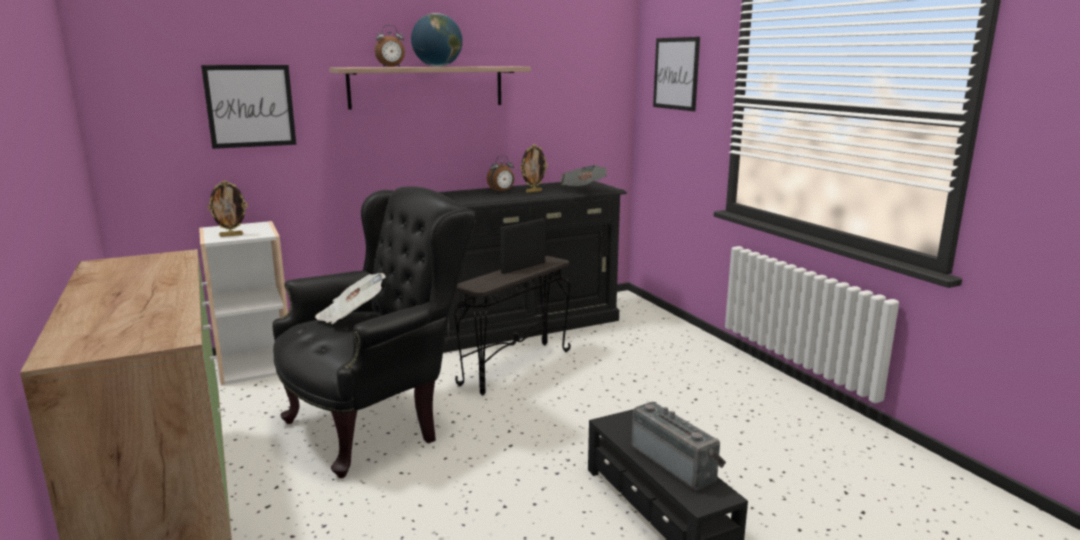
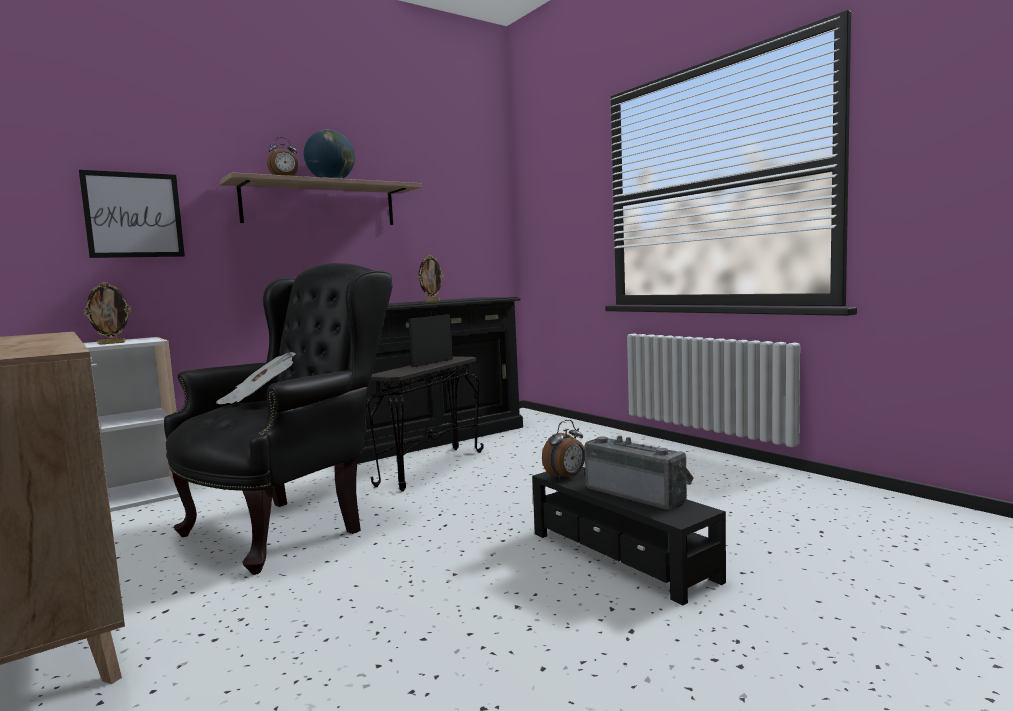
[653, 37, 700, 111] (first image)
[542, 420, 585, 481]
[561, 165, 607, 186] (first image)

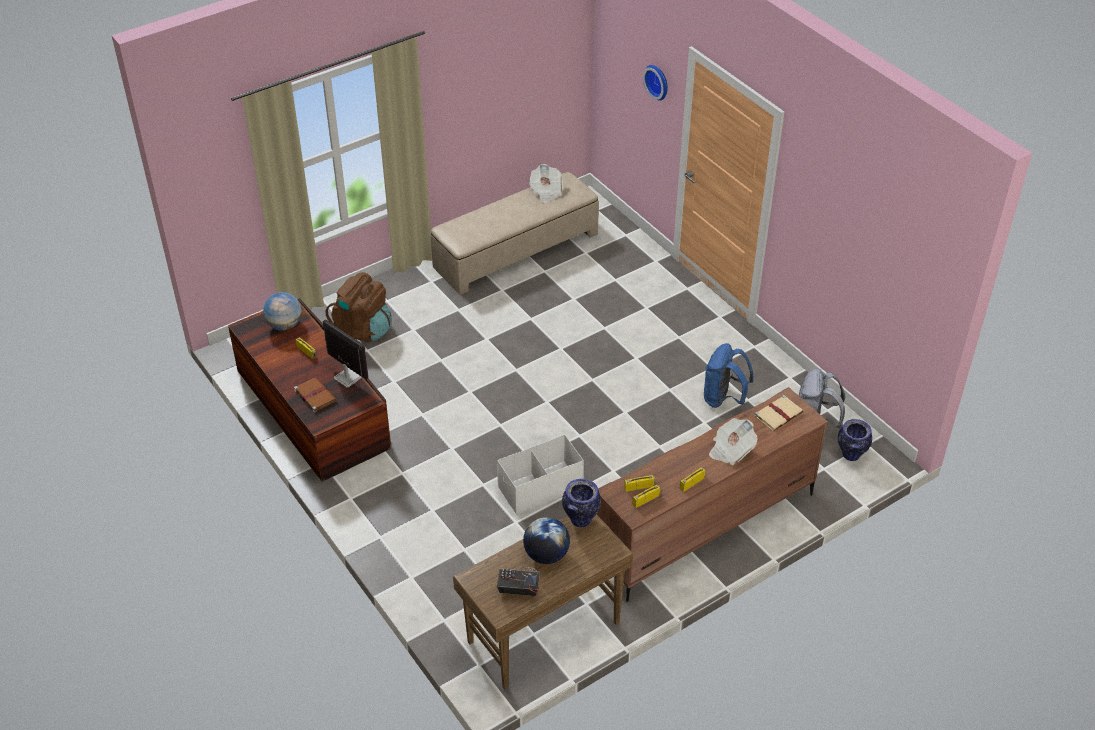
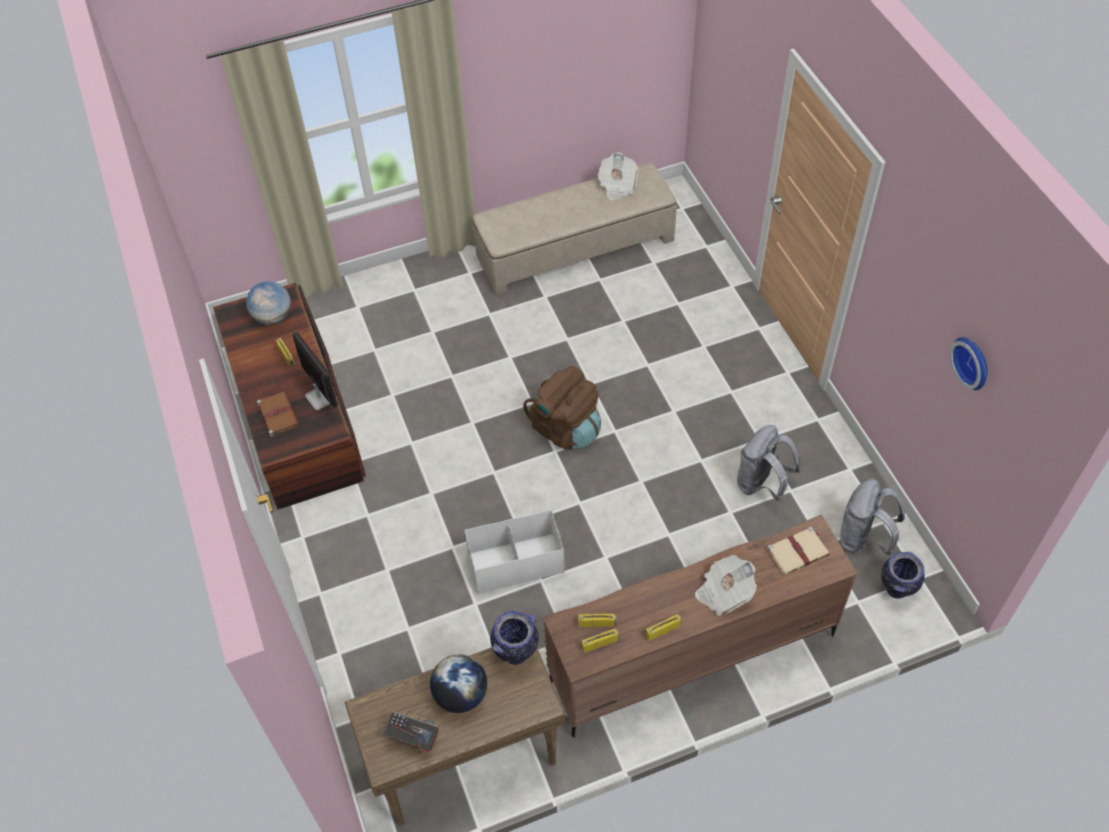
[950, 337, 987, 390]
[523, 366, 601, 450]
[737, 425, 800, 501]

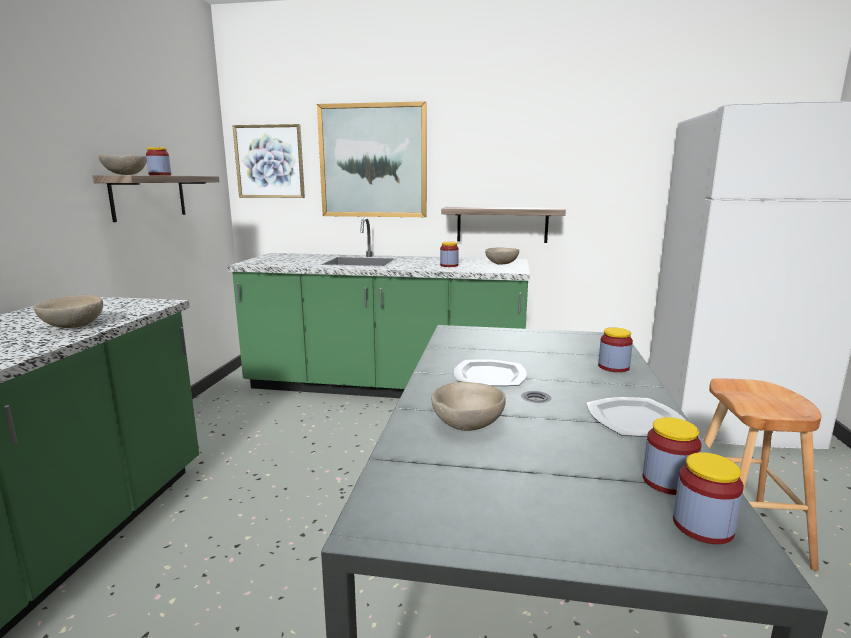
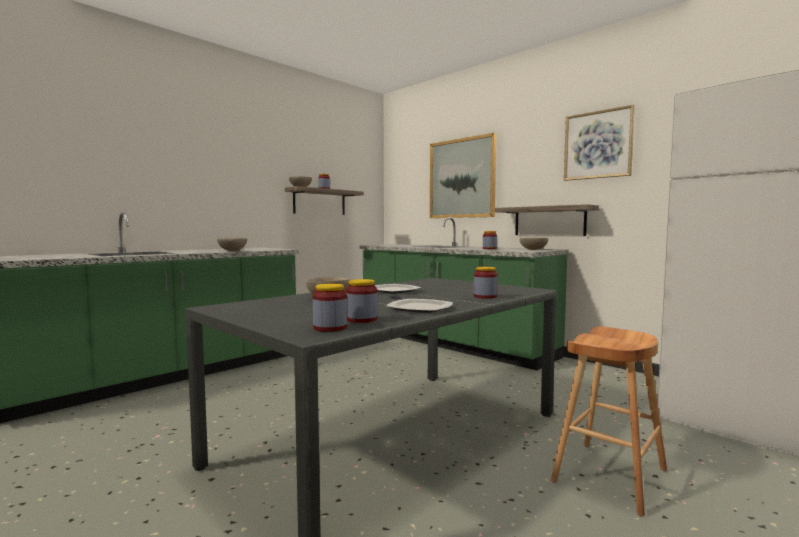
[564, 105, 635, 181]

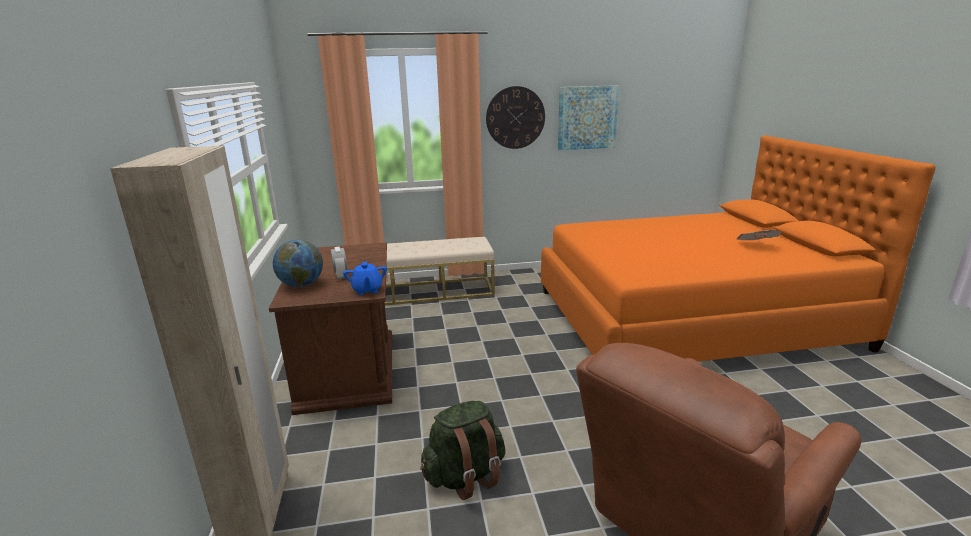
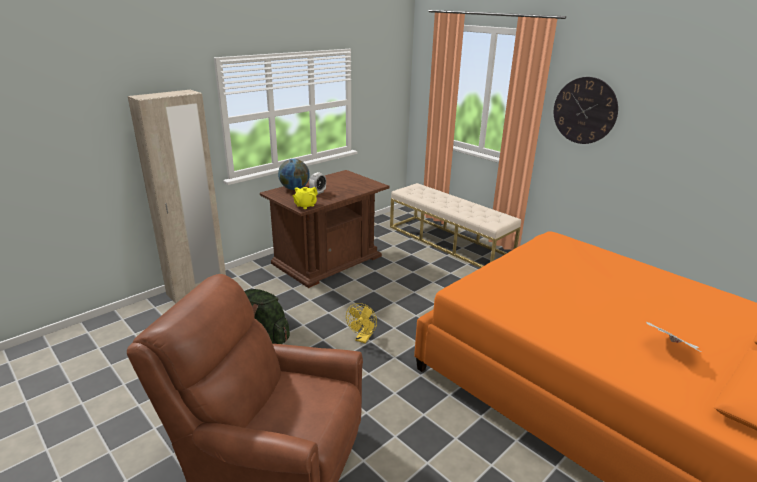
[558, 85, 619, 150] (first image)
[292, 187, 318, 209]
[346, 303, 377, 343]

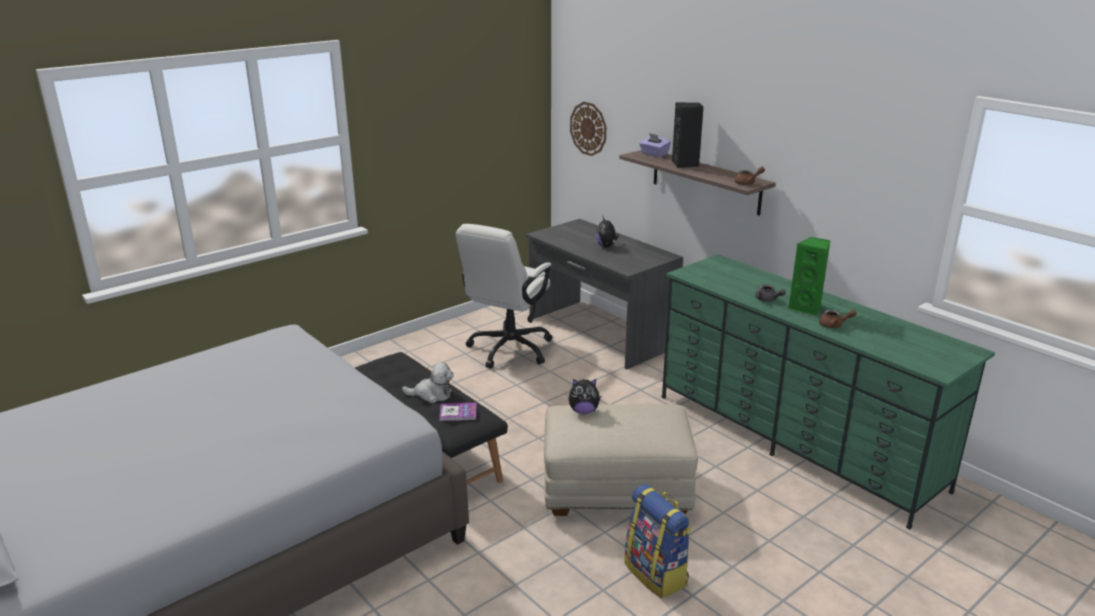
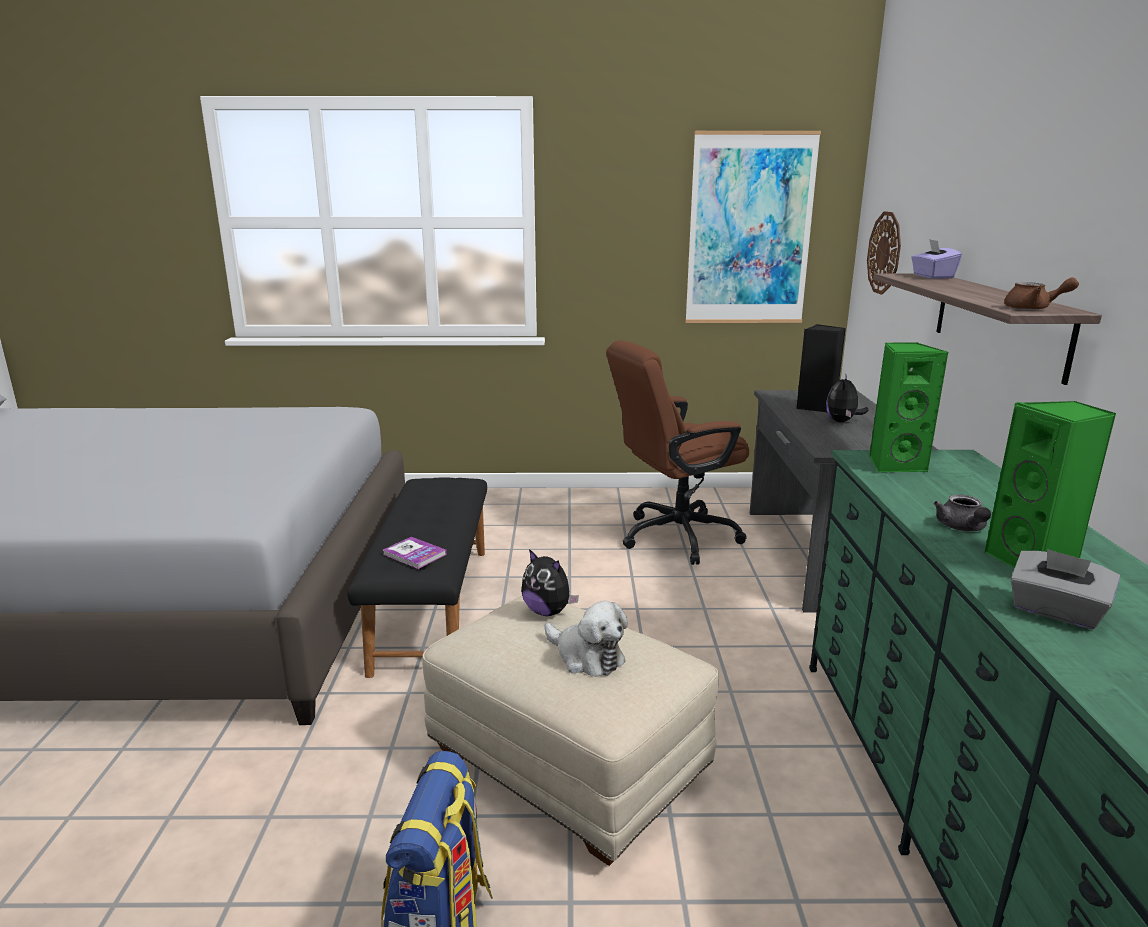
[796, 324, 846, 412]
[606, 340, 749, 565]
[1010, 549, 1120, 630]
[544, 601, 628, 677]
[685, 131, 821, 323]
[869, 342, 948, 473]

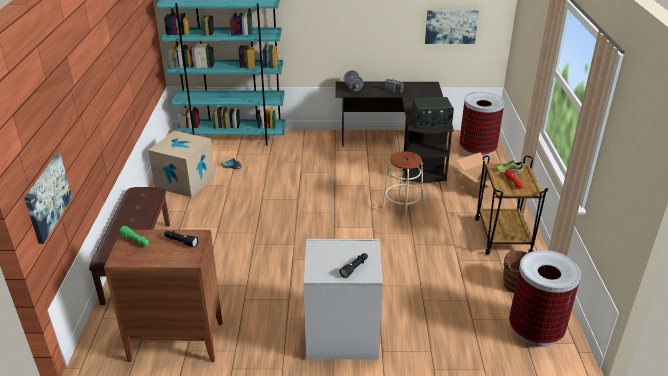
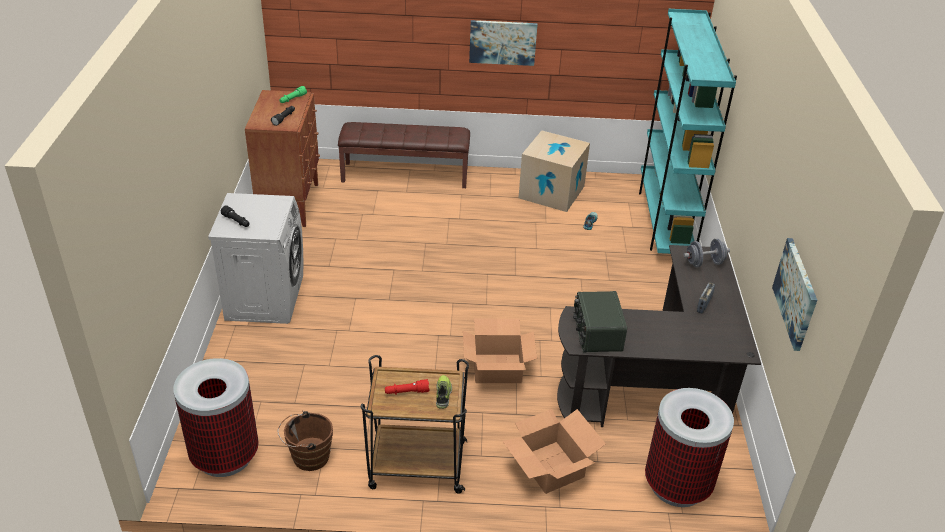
[463, 319, 537, 383]
[469, 20, 537, 66]

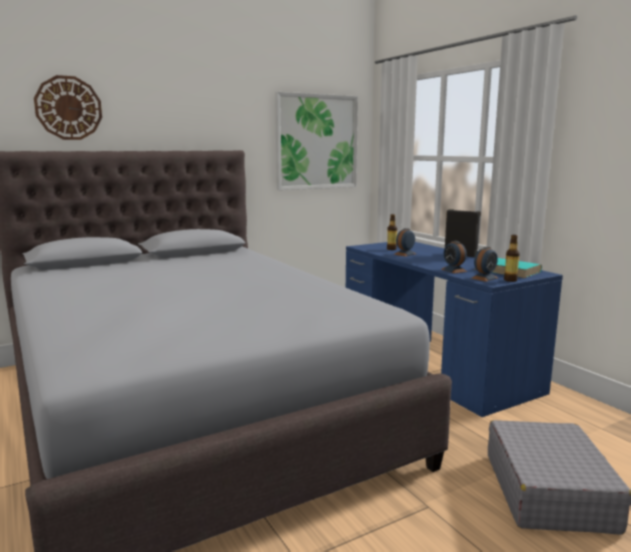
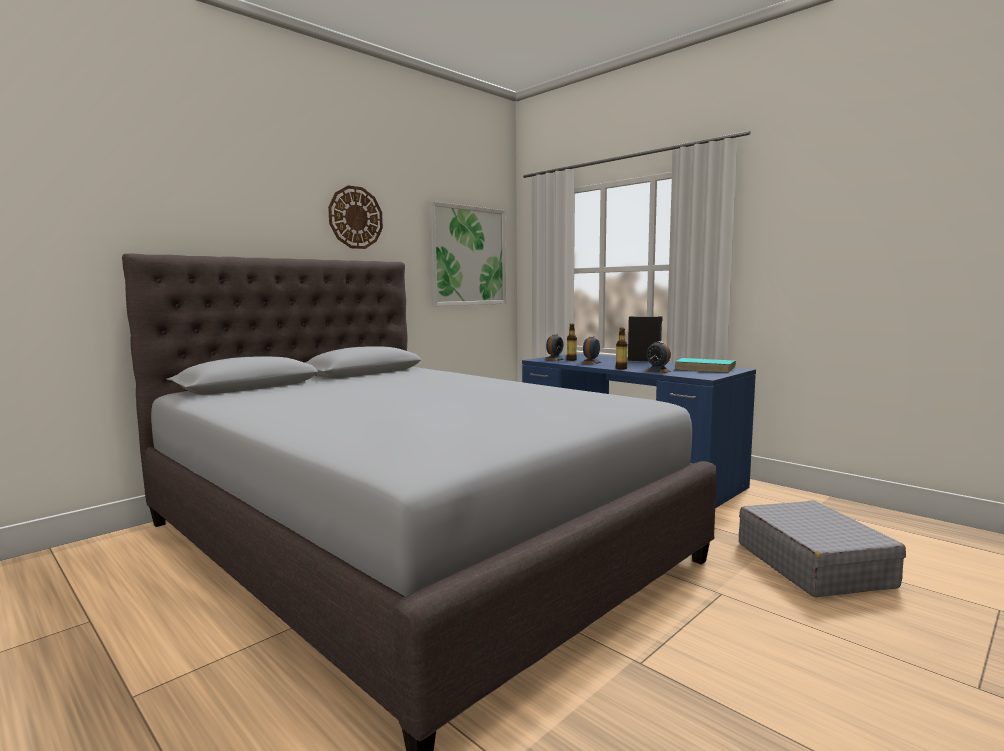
[328, 185, 383, 249]
[616, 328, 628, 370]
[545, 334, 565, 361]

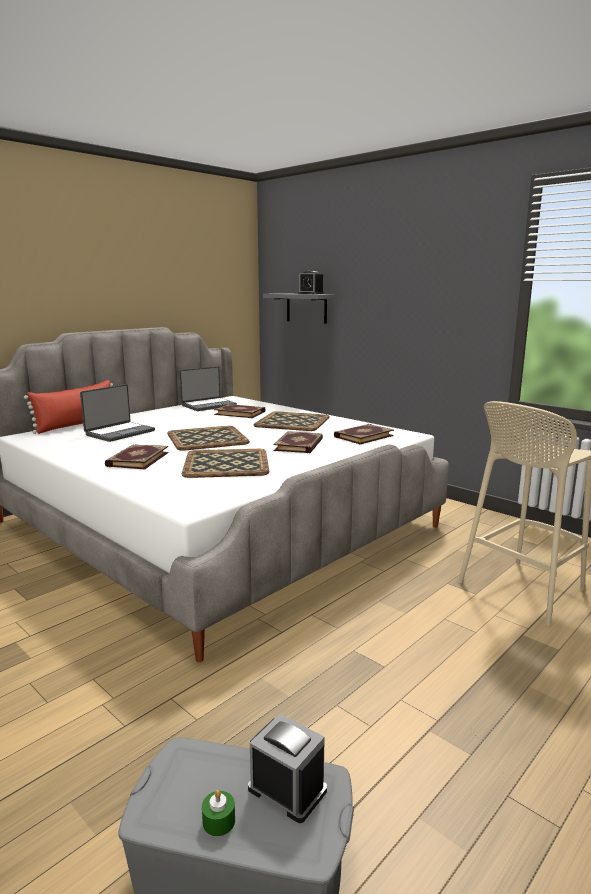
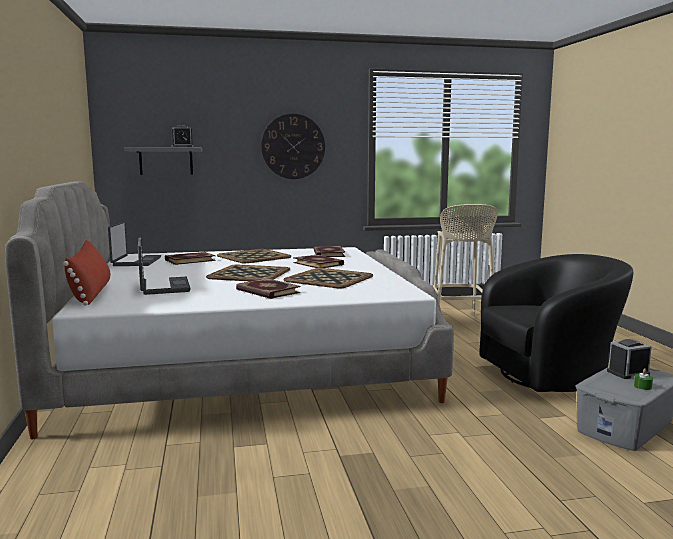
[261, 114, 325, 179]
[479, 254, 633, 392]

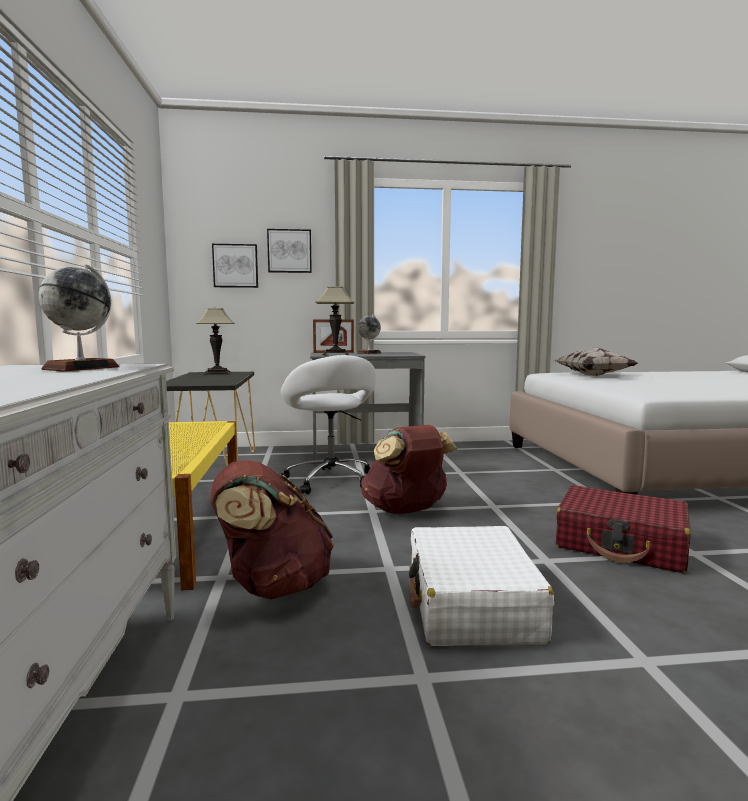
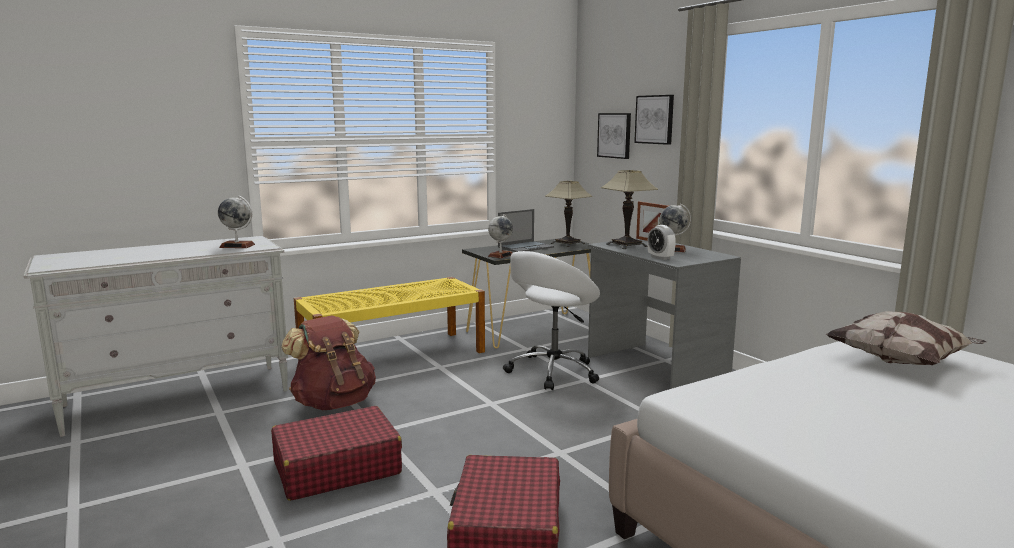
[361, 425, 457, 514] (first image)
[271, 406, 402, 501]
[498, 209, 554, 252]
[488, 214, 513, 258]
[648, 225, 676, 260]

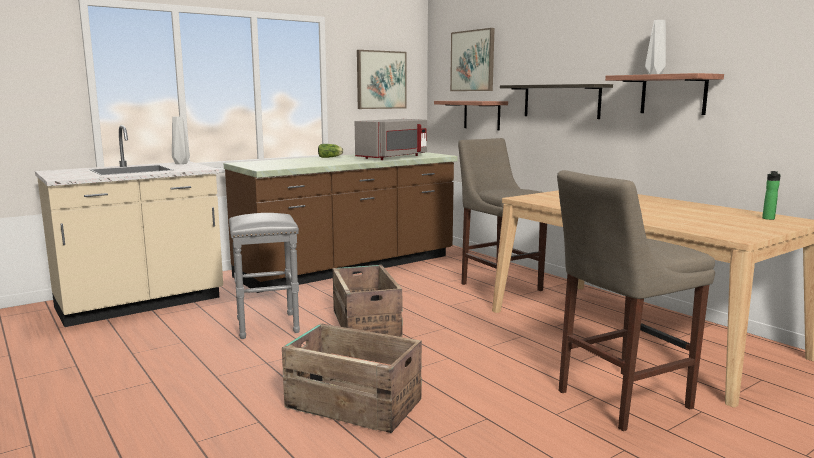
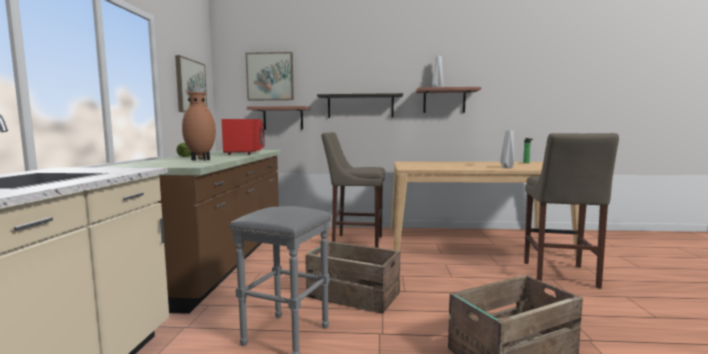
[500, 130, 514, 168]
[221, 119, 265, 155]
[182, 87, 216, 161]

